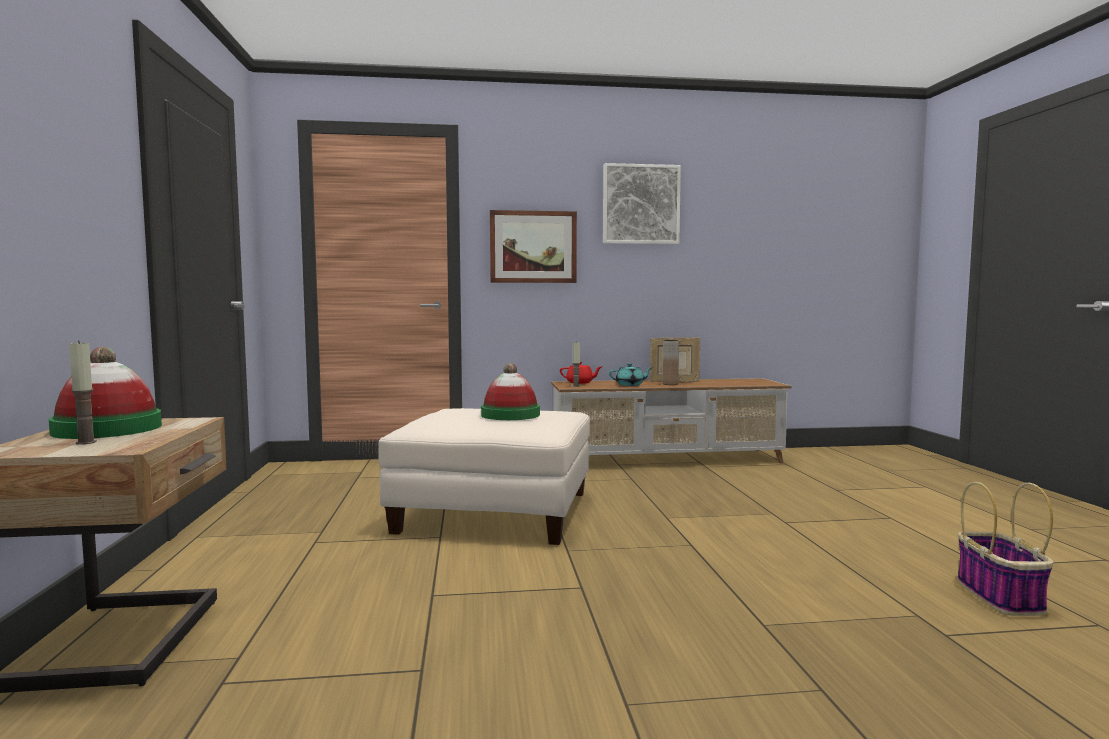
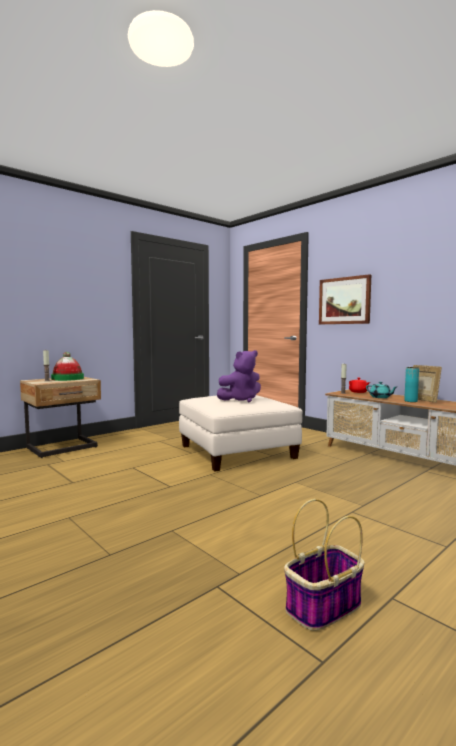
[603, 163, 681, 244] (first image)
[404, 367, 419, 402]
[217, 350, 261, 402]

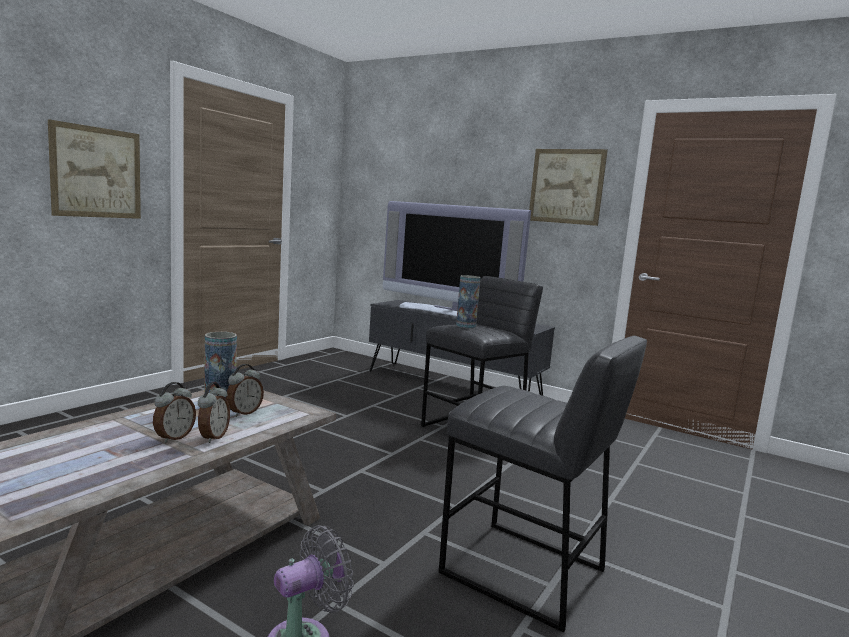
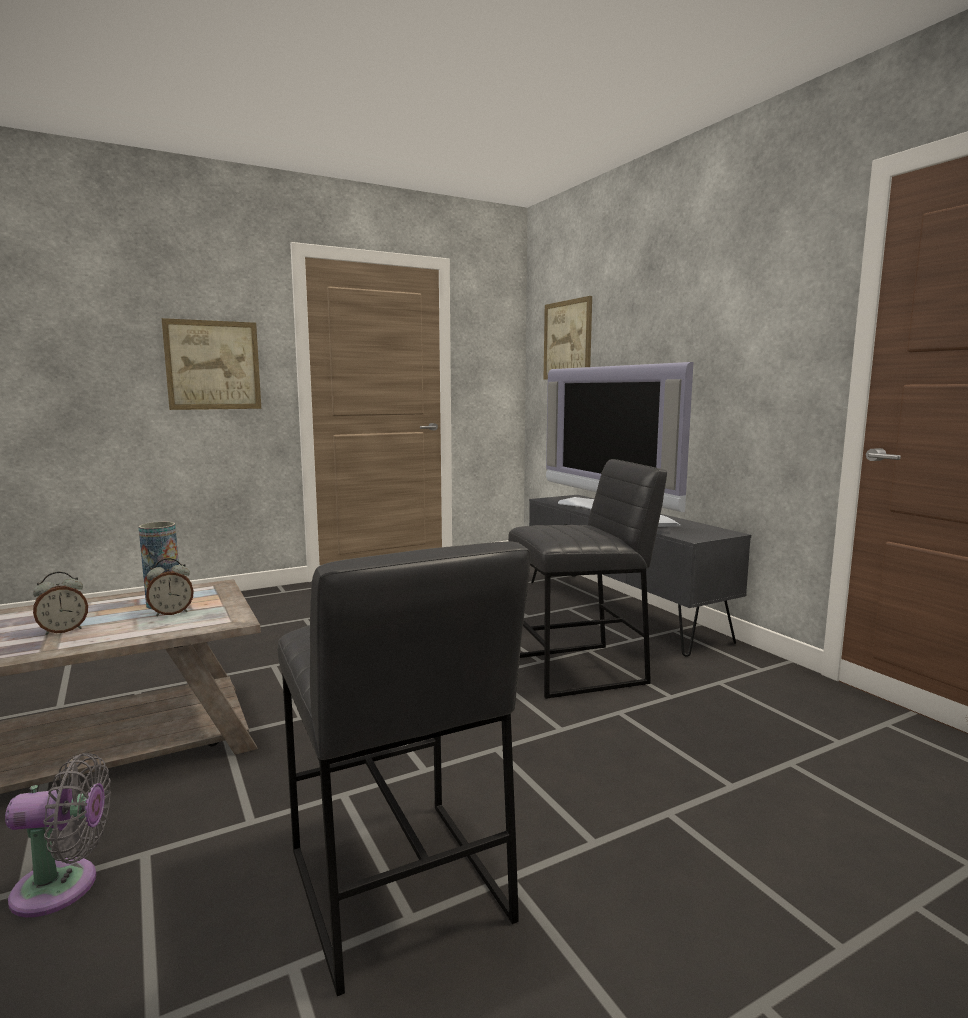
[544, 296, 592, 380]
[456, 275, 481, 328] (first image)
[198, 383, 230, 443] (first image)

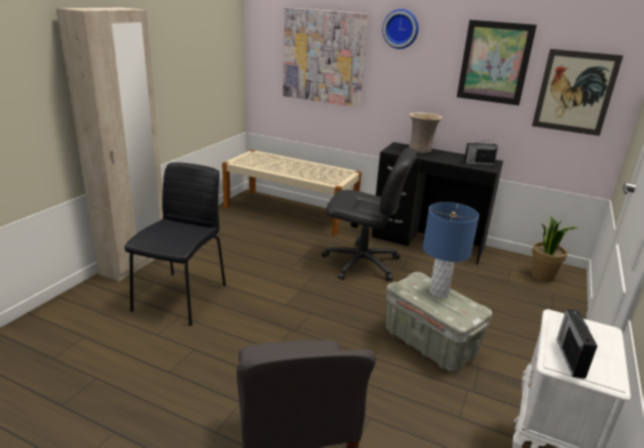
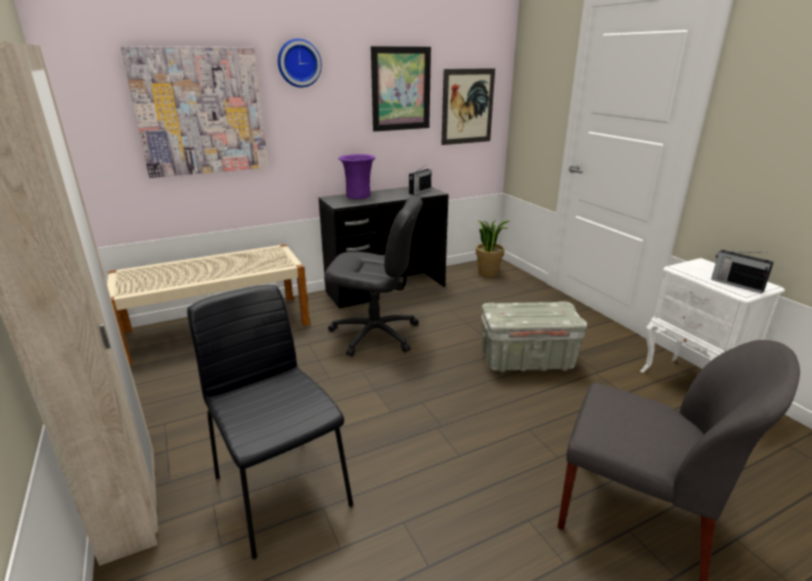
[338, 154, 375, 199]
[324, 196, 422, 357]
[423, 202, 479, 298] (first image)

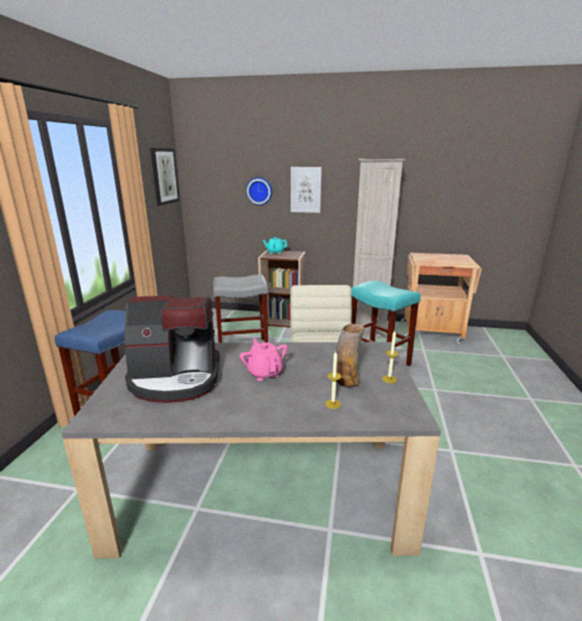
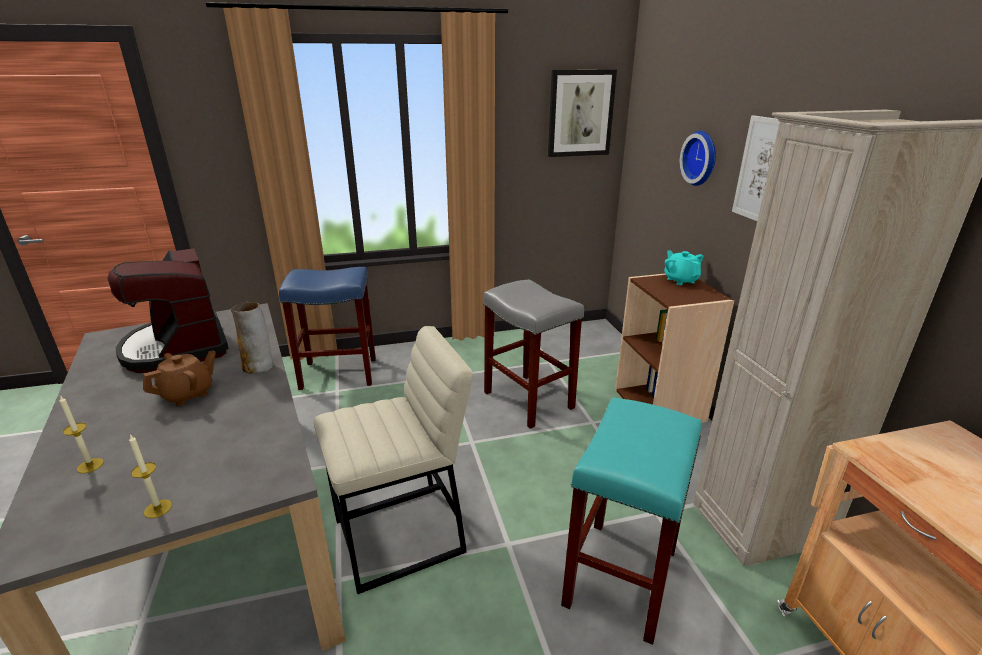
[231, 302, 273, 374]
[143, 350, 216, 406]

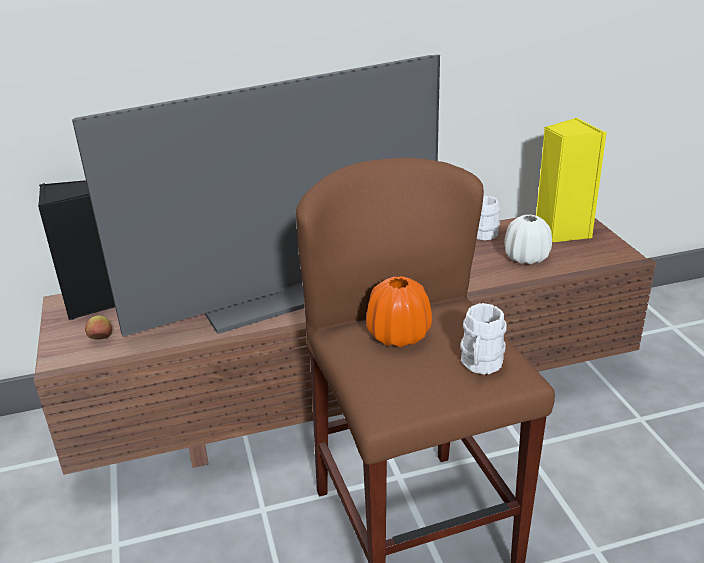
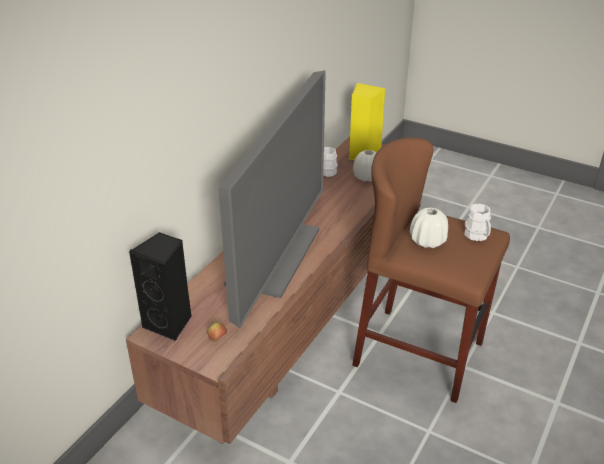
[410, 207, 448, 248]

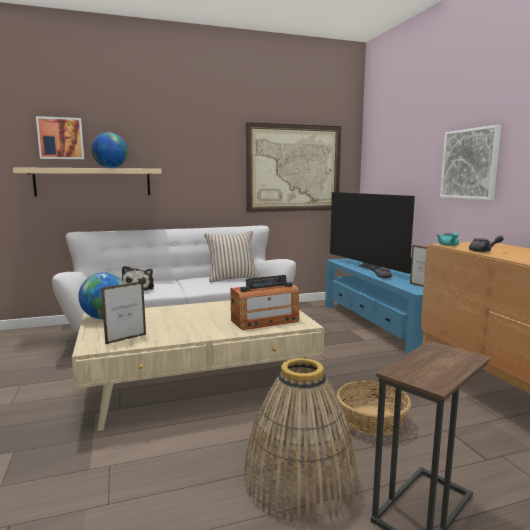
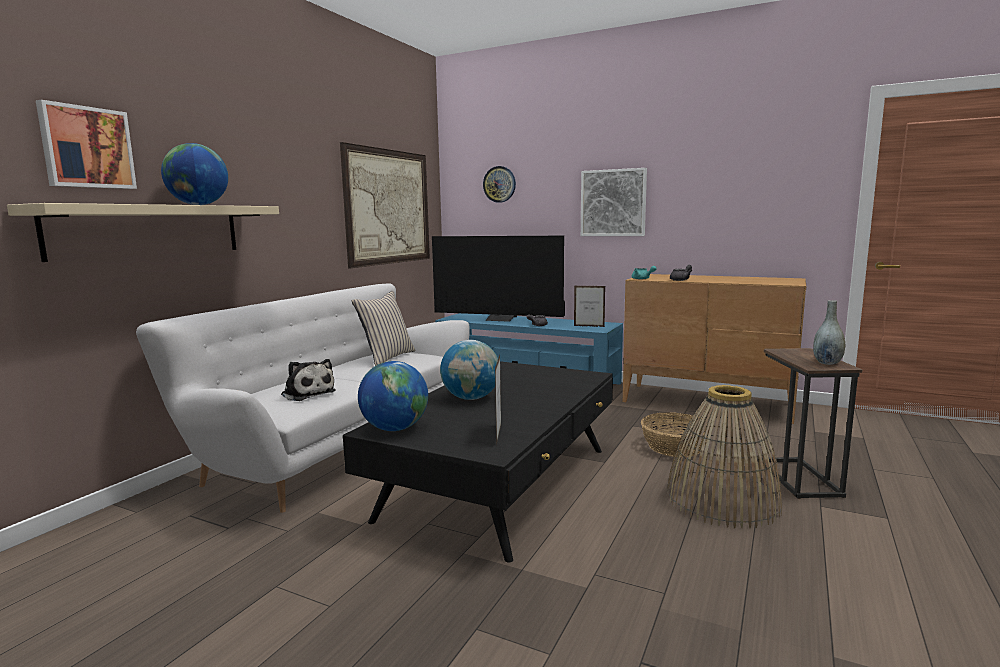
[231, 275, 299, 330] (first image)
[343, 361, 613, 562]
[483, 166, 516, 203]
[813, 300, 845, 365]
[440, 340, 498, 400]

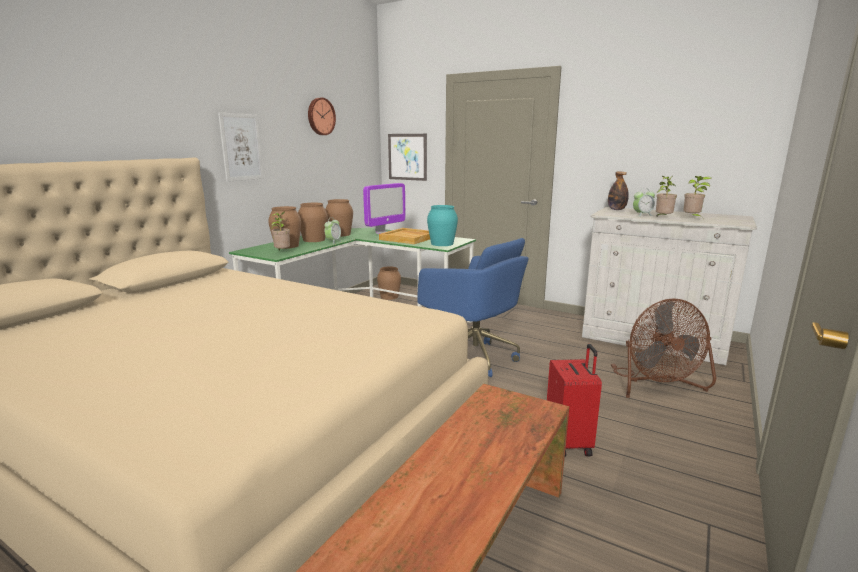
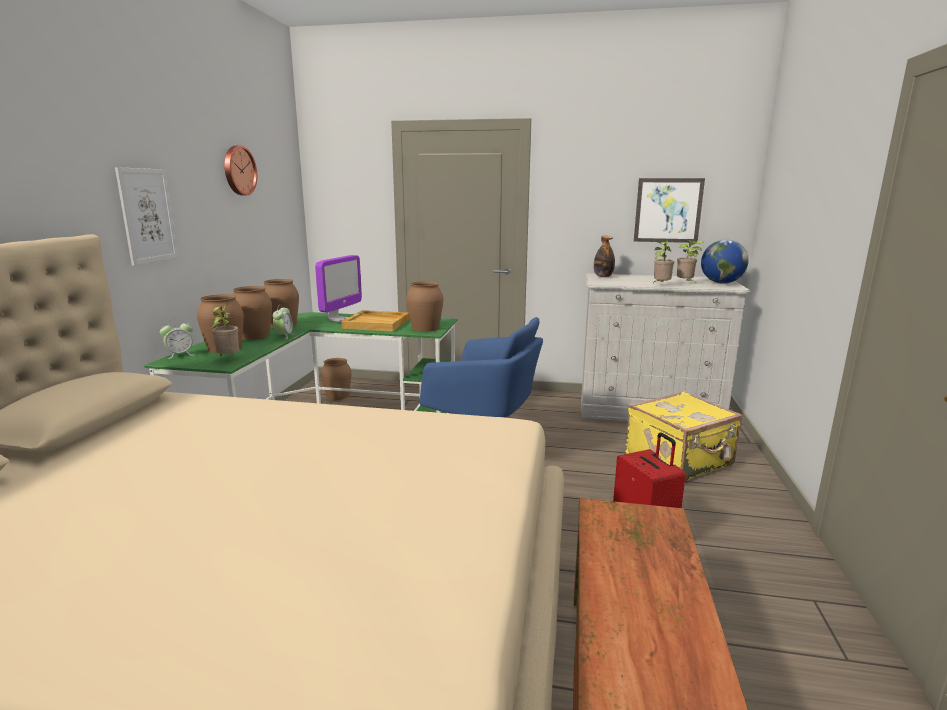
[634, 178, 705, 243]
[160, 320, 193, 359]
[406, 281, 443, 332]
[625, 391, 742, 481]
[701, 240, 749, 284]

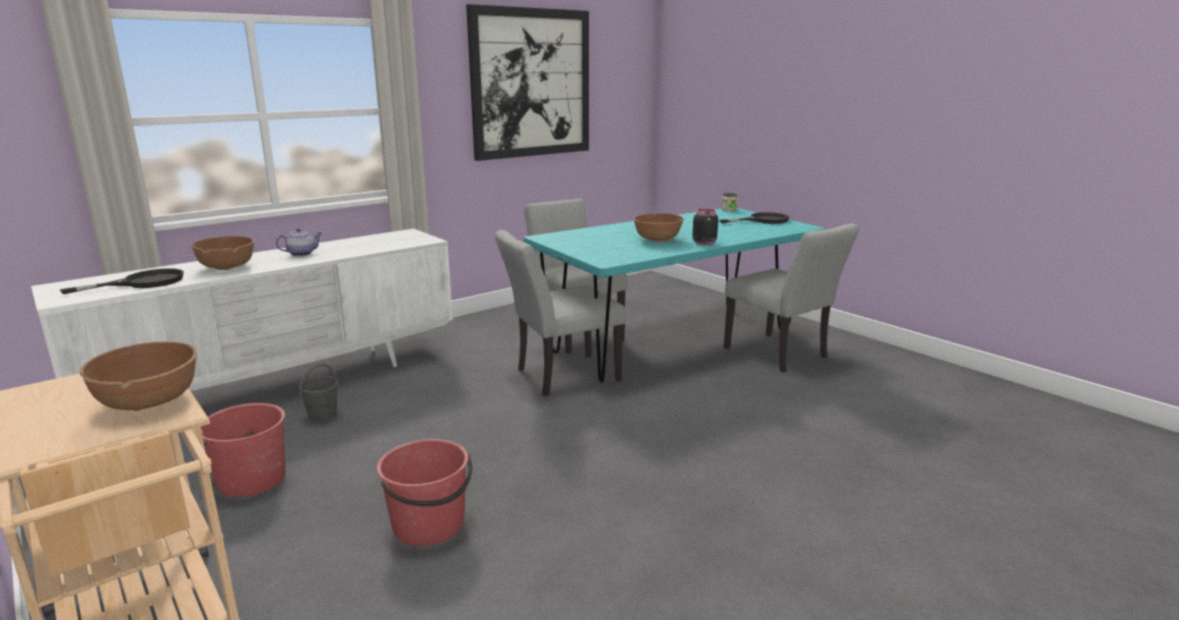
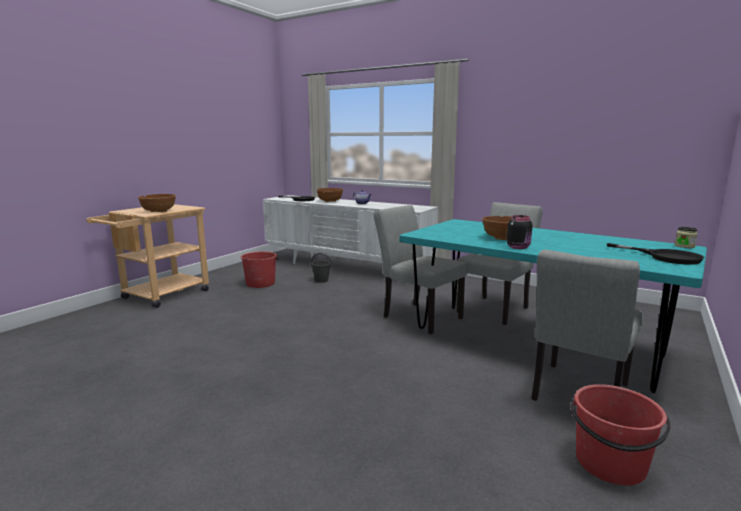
[466, 4, 589, 161] (first image)
[571, 384, 671, 485]

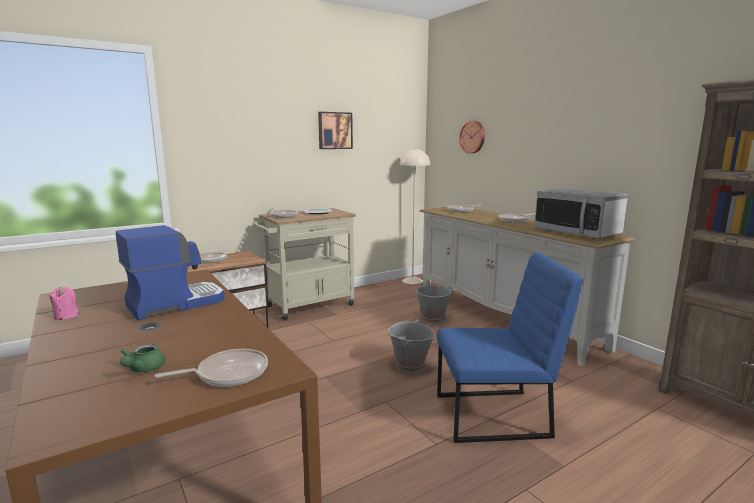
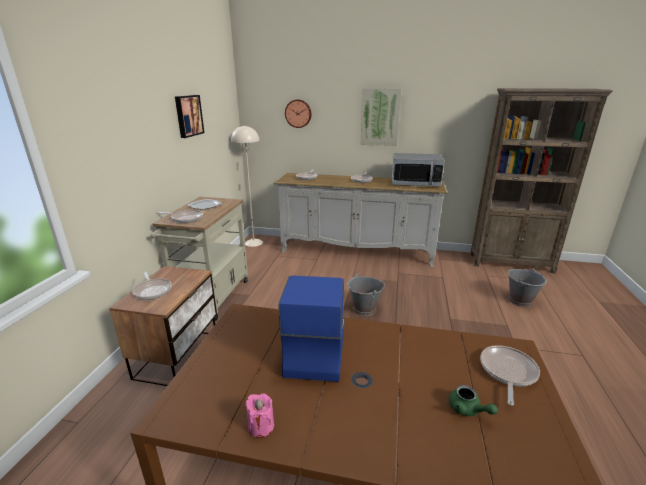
[437, 253, 583, 443] (first image)
[507, 268, 547, 307]
[360, 88, 402, 146]

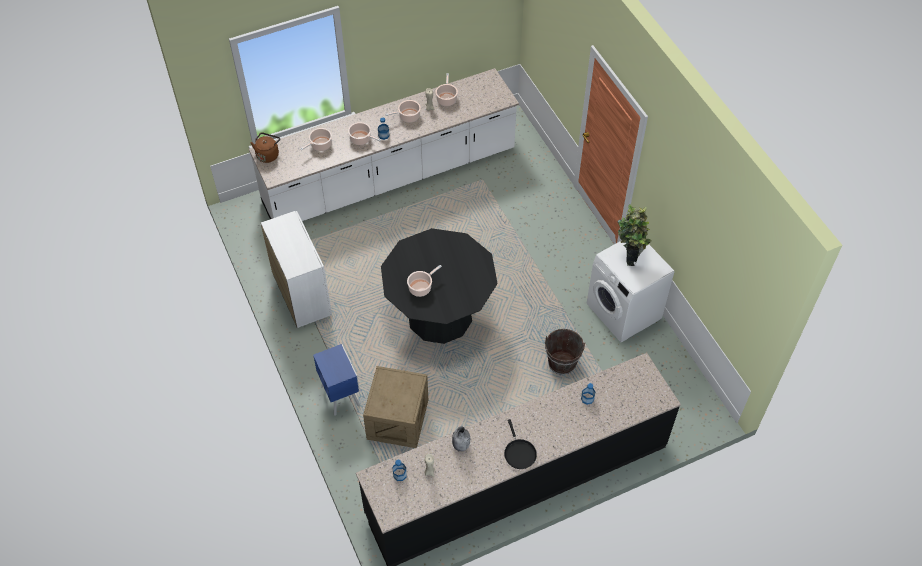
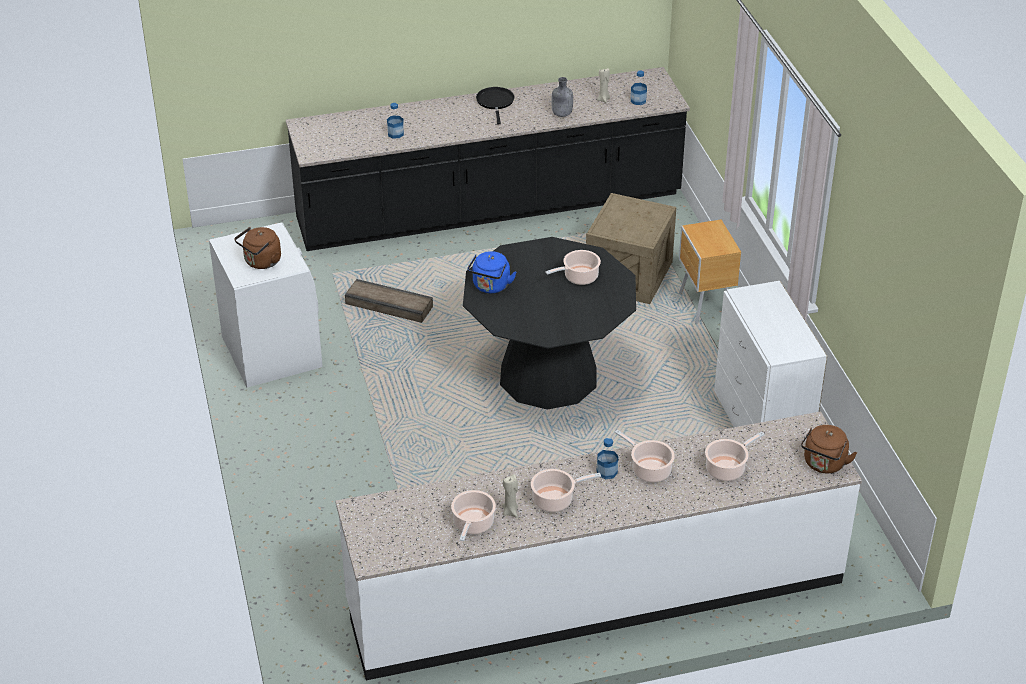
[234, 227, 281, 269]
[345, 279, 433, 323]
[679, 219, 741, 324]
[467, 251, 517, 293]

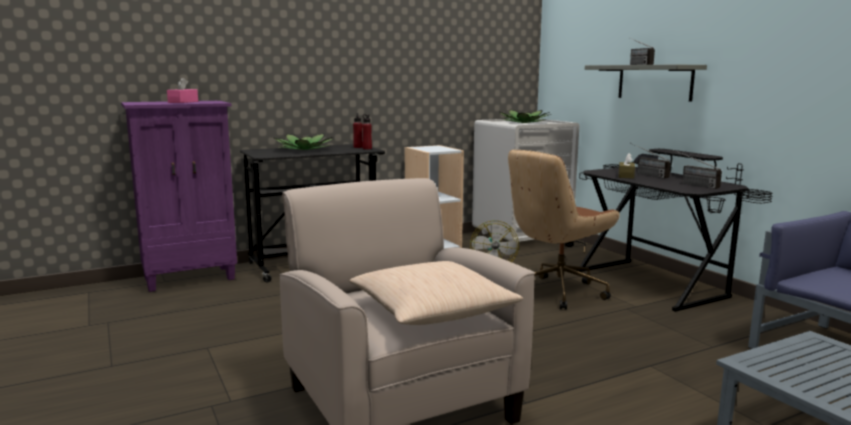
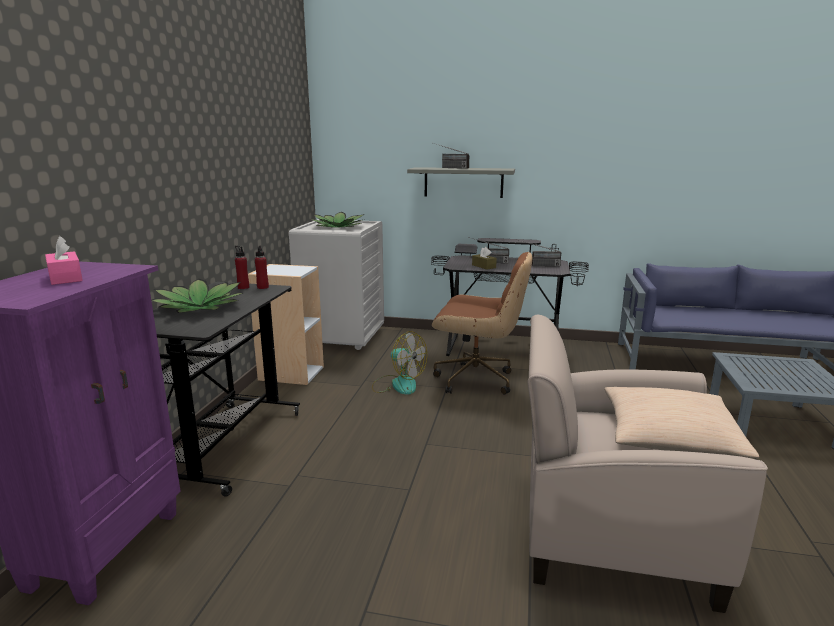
[432, 252, 532, 394]

